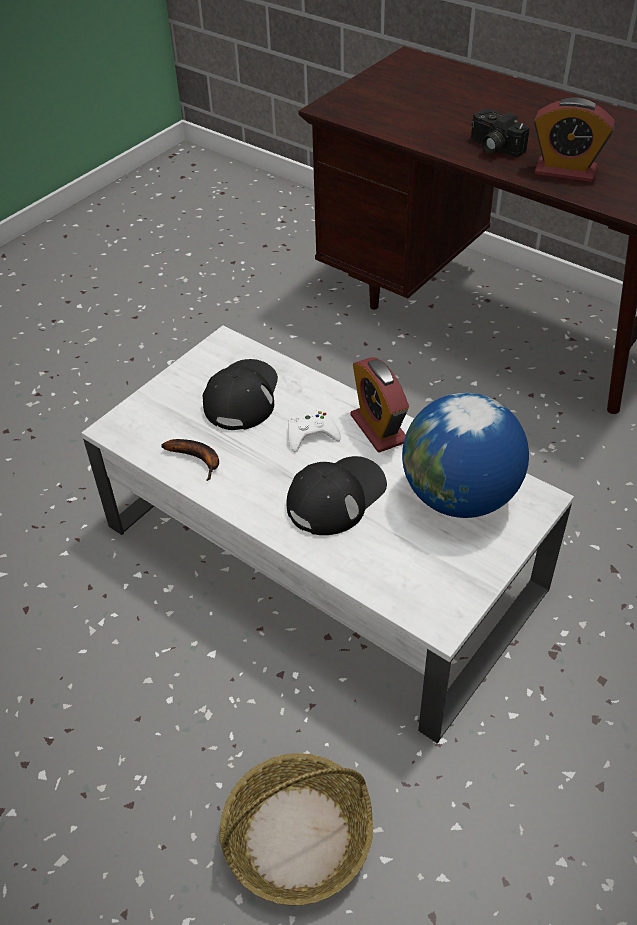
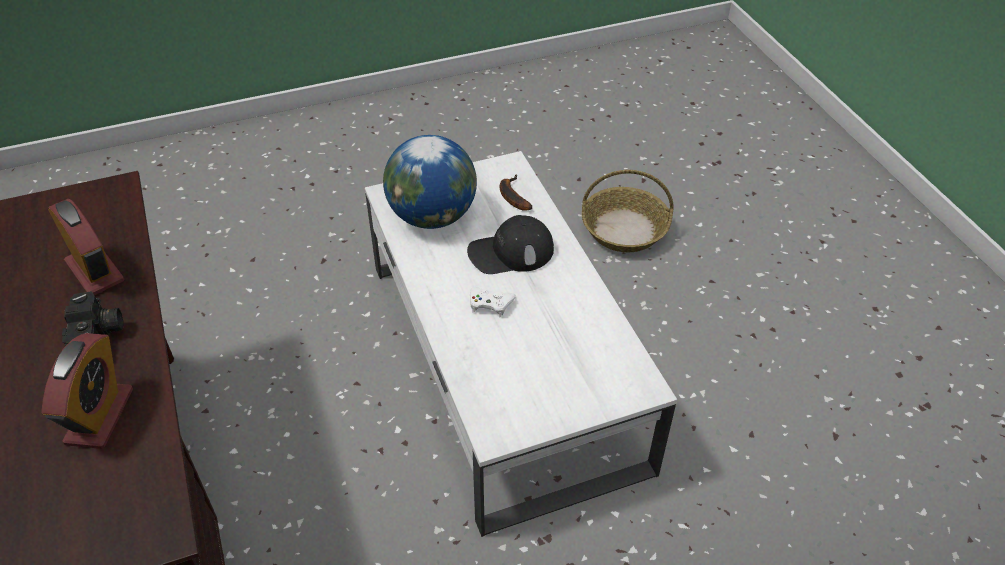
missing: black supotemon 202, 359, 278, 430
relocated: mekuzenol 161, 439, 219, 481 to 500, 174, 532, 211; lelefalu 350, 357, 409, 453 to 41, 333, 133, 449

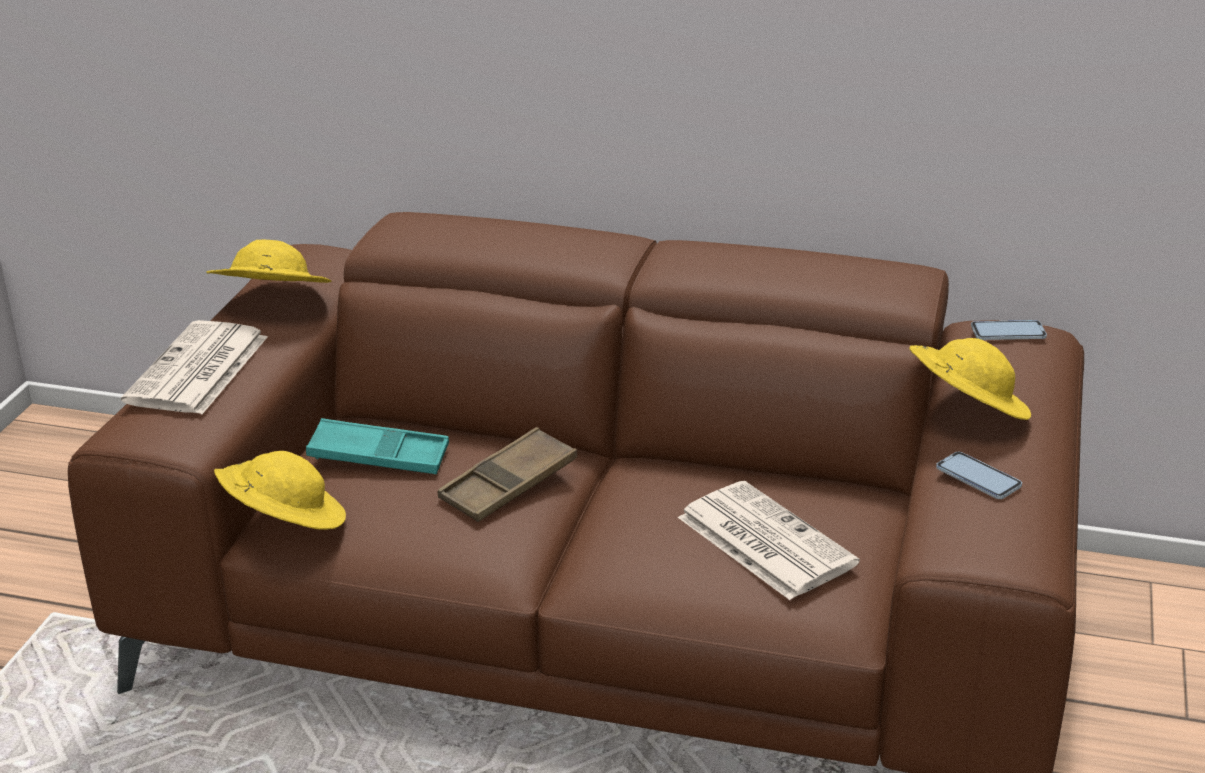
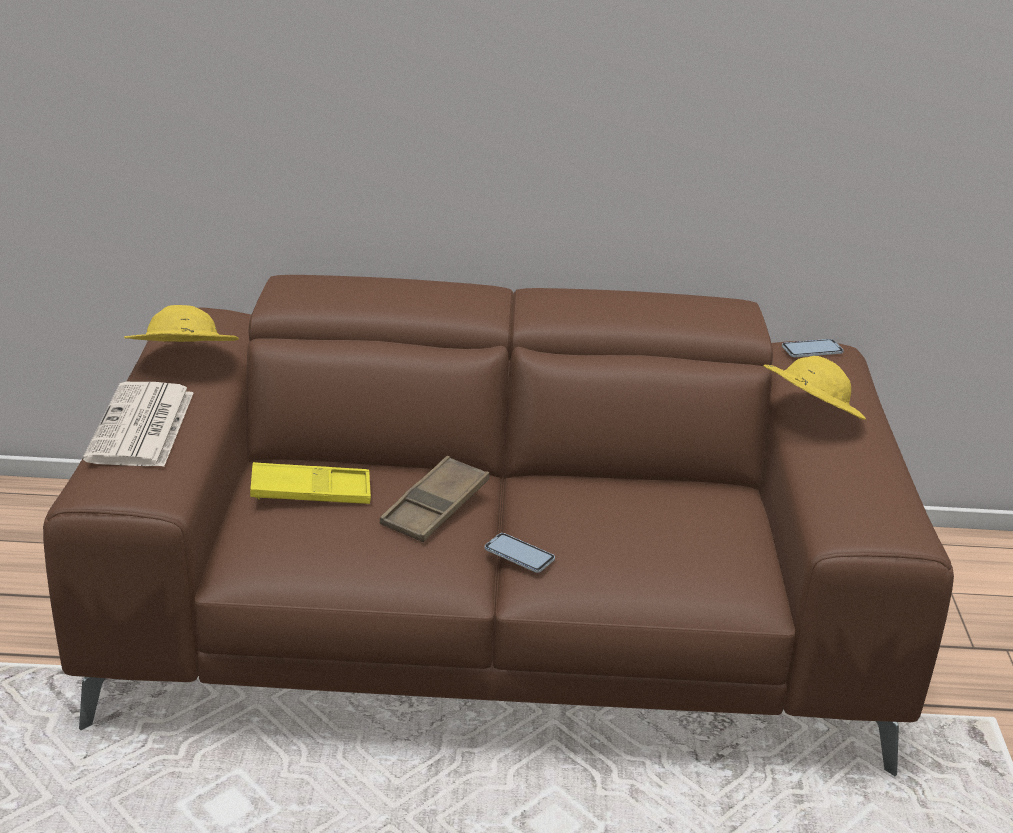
missing: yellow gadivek 214, 451, 346, 530; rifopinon 678, 481, 860, 600
relocated: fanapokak 936, 452, 1022, 499 to 485, 533, 555, 573
colour: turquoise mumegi 306, 418, 449, 474 to yellow mumegi 250, 462, 371, 504

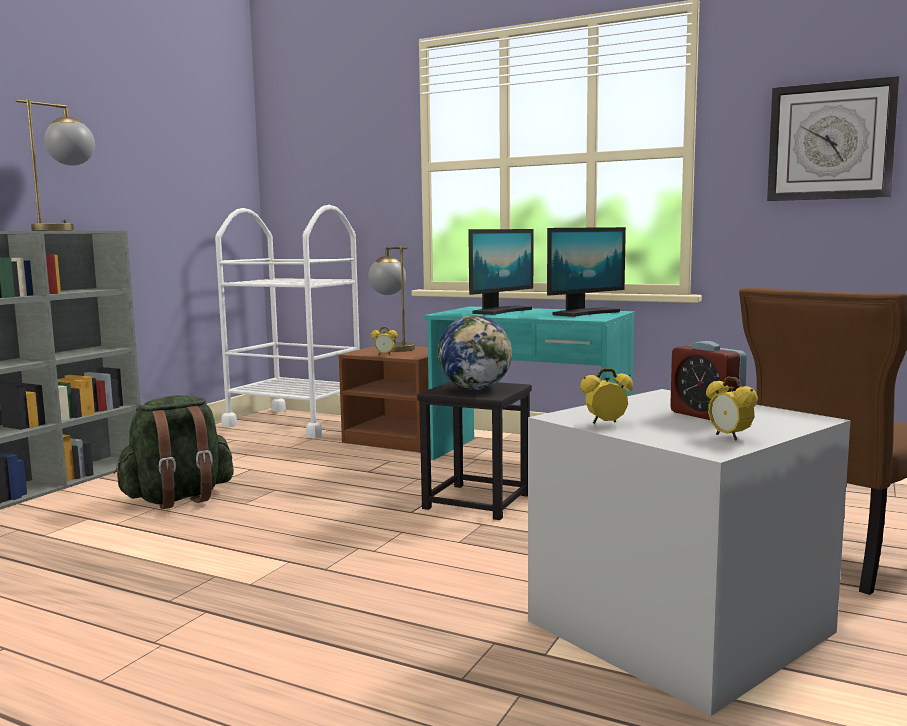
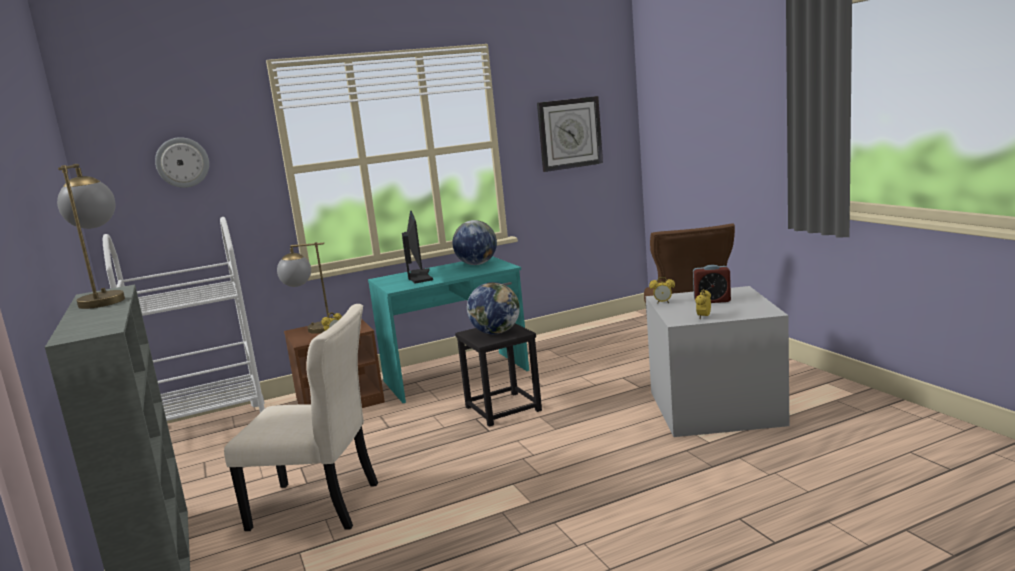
appeared: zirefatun 155, 137, 209, 188
relocated: lelefalu 706, 376, 758, 440 to 649, 277, 675, 304
exchanged: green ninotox 114, 395, 234, 509 to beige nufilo 224, 304, 378, 531; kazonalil 547, 227, 626, 317 to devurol 452, 220, 497, 265

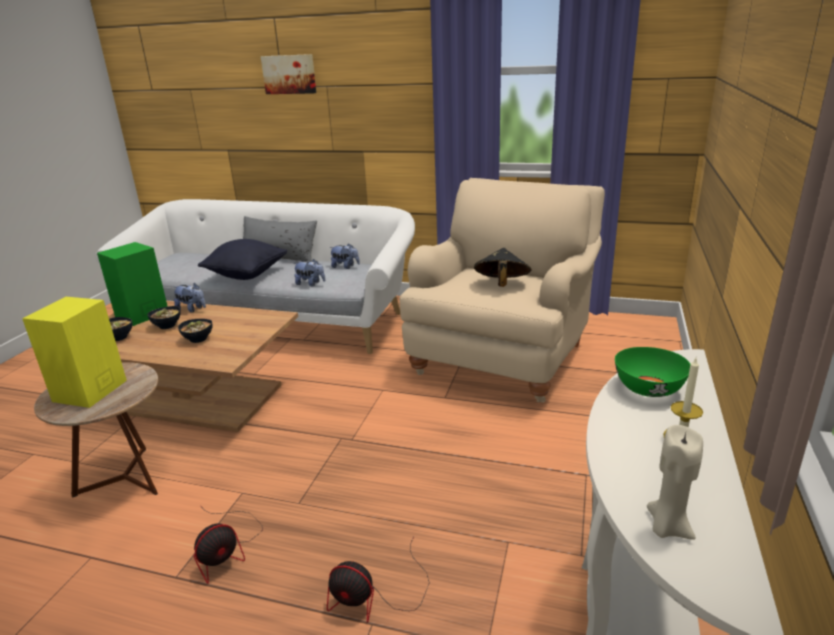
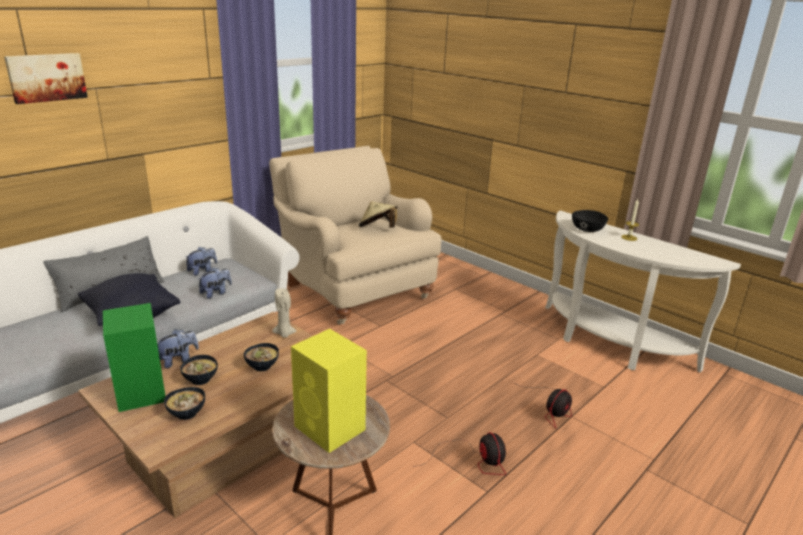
relocated: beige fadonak 647, 425, 703, 540 to 272, 289, 297, 338
colour: black gadivek 474, 248, 532, 287 to beige gadivek 359, 201, 398, 228; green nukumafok 615, 347, 690, 397 to black nukumafok 572, 210, 608, 232

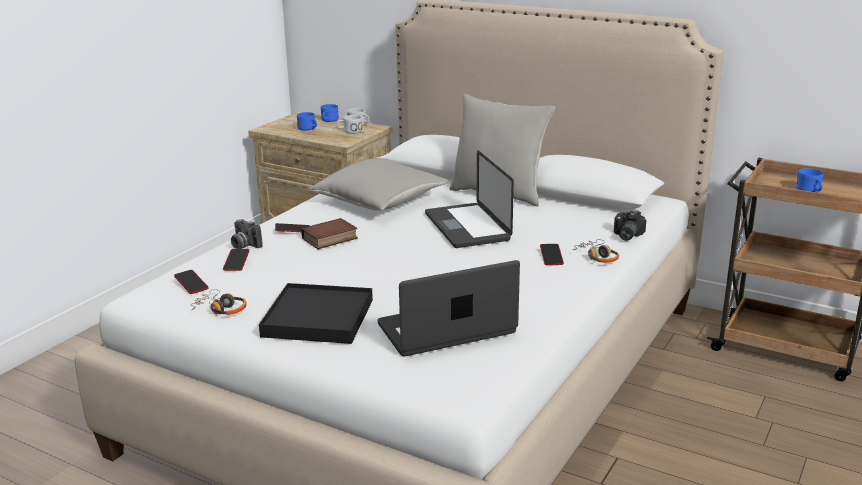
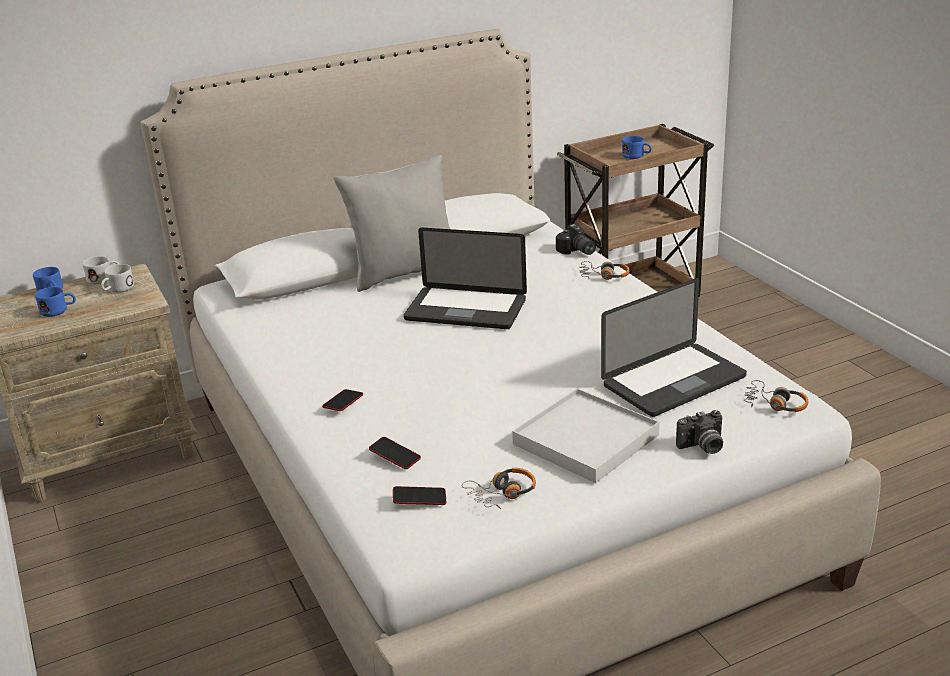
missing: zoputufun 301, 218, 358, 249; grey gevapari 309, 158, 449, 211; fanapokak 540, 244, 564, 265
appeared: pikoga 744, 380, 808, 412
relocated: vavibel 231, 219, 263, 249 to 676, 410, 723, 454
colour: black mumegi 259, 283, 373, 344 to white mumegi 512, 388, 660, 483
spun: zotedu 378, 260, 520, 356 = 601, 278, 747, 417 135 degrees counterclockwise

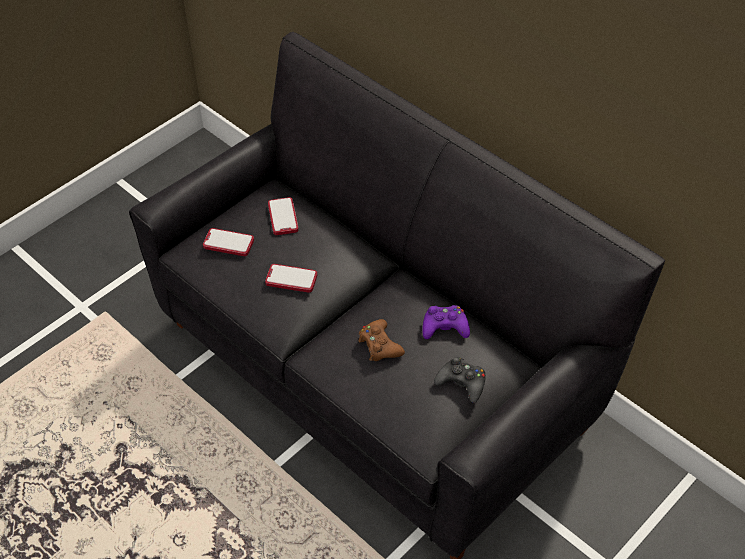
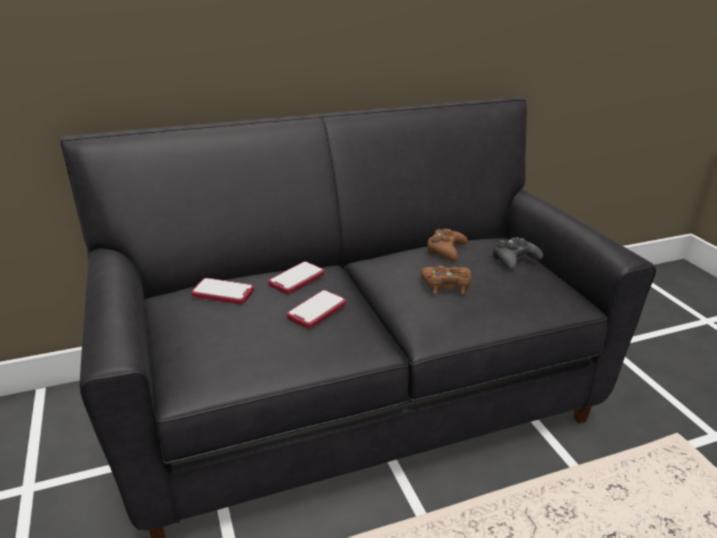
relocated: fanapokak 203, 228, 254, 256 to 268, 262, 324, 294
colour: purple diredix 423, 305, 470, 339 to brown diredix 426, 229, 468, 261

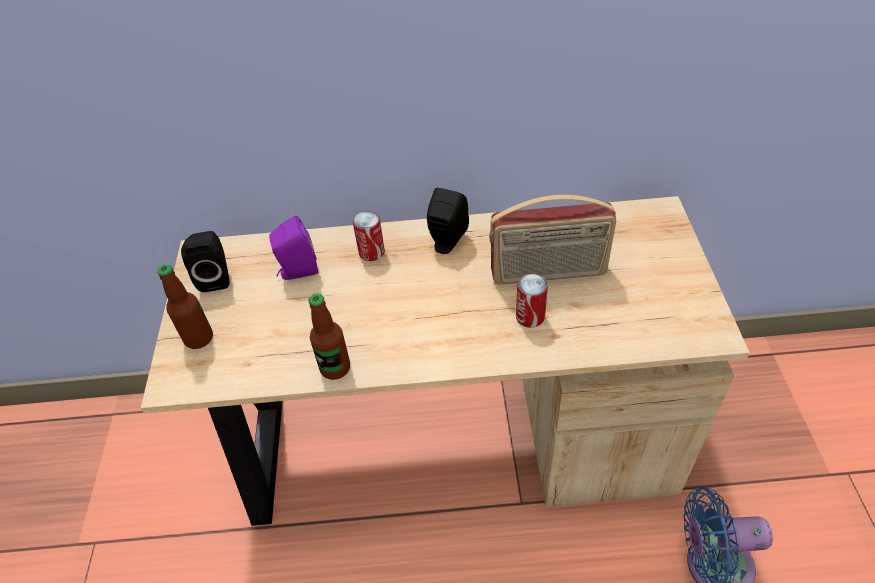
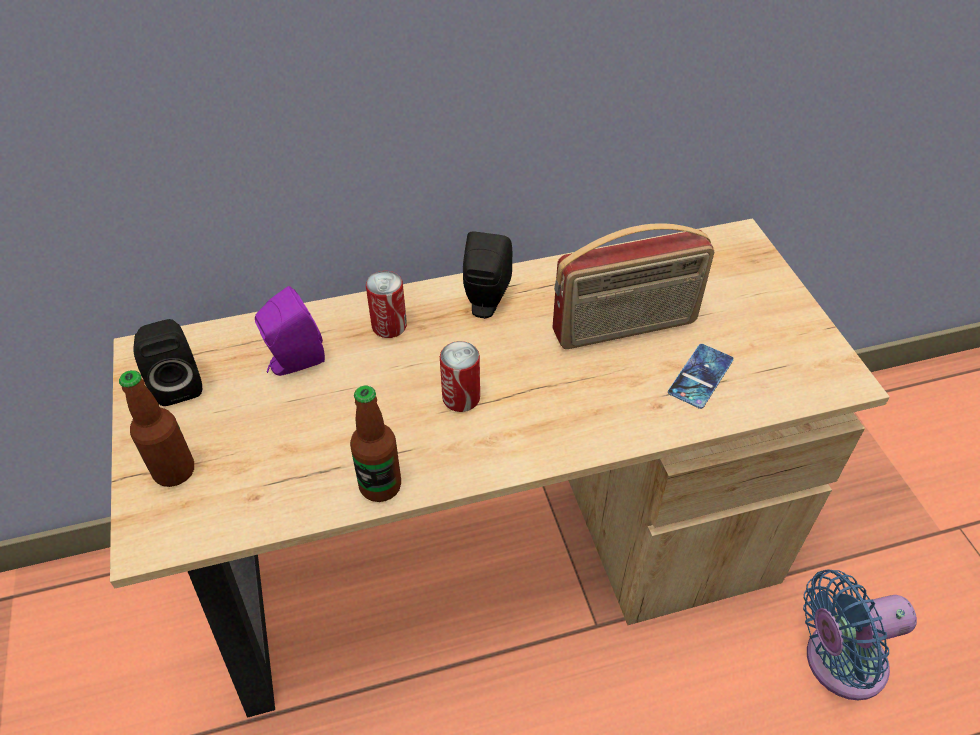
appeared: fanapokak 668, 344, 734, 409
relocated: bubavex 516, 274, 548, 328 to 440, 341, 480, 412

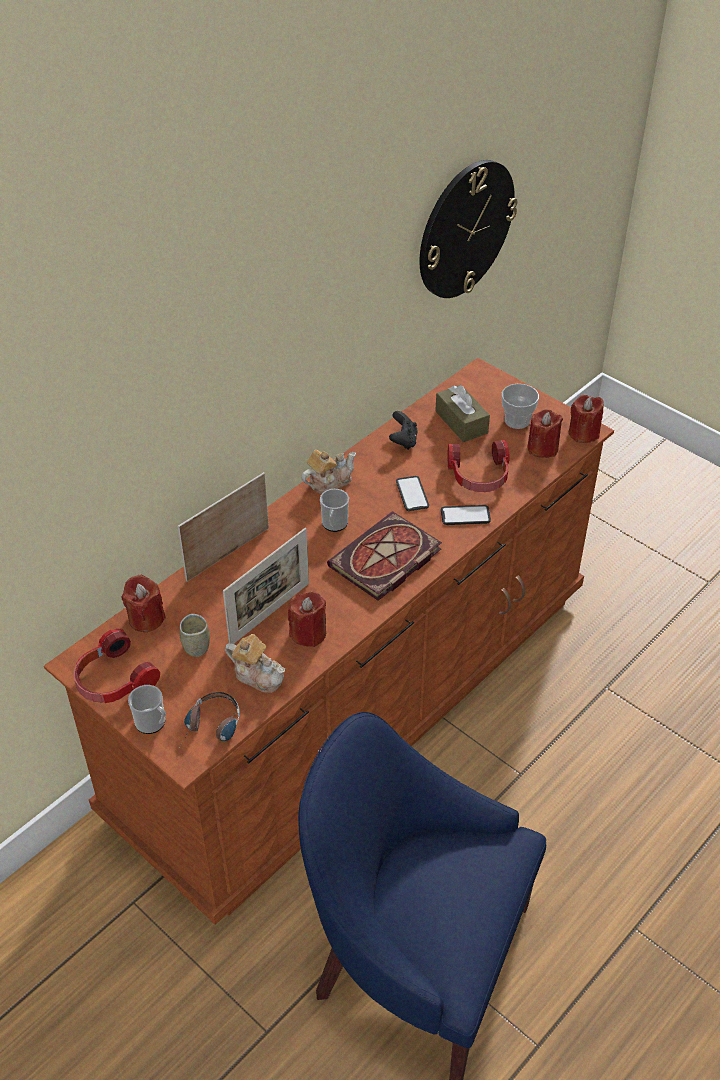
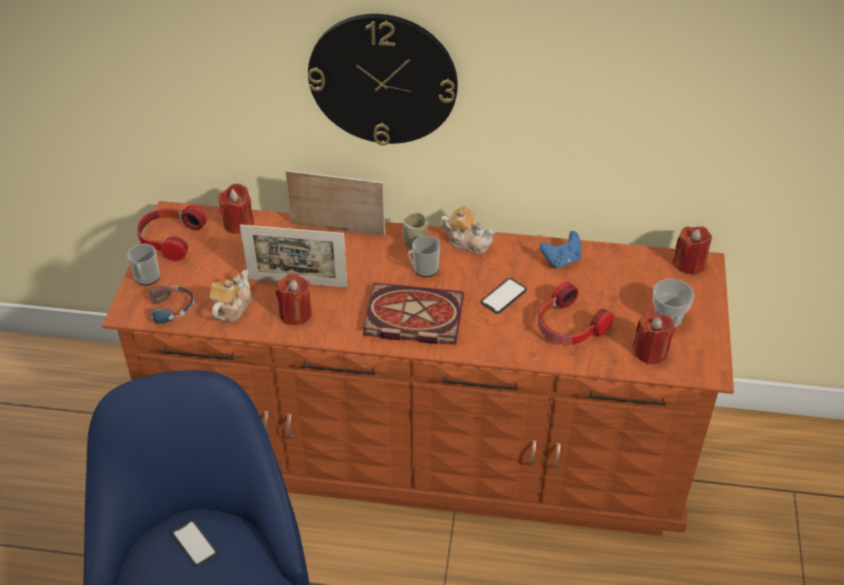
missing: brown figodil 435, 385, 490, 442
relocated: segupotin 179, 614, 210, 657 to 402, 213, 428, 249; zirefatun 420, 160, 518, 298 to 308, 14, 458, 145; fanapokak 441, 505, 491, 525 to 172, 520, 217, 566; red fadonak 569, 395, 604, 443 to 672, 226, 712, 275
colour: black diredix 389, 411, 418, 450 to blue diredix 540, 231, 581, 268
spun: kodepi 225, 634, 285, 693 = 210, 269, 252, 323 150 degrees counterclockwise

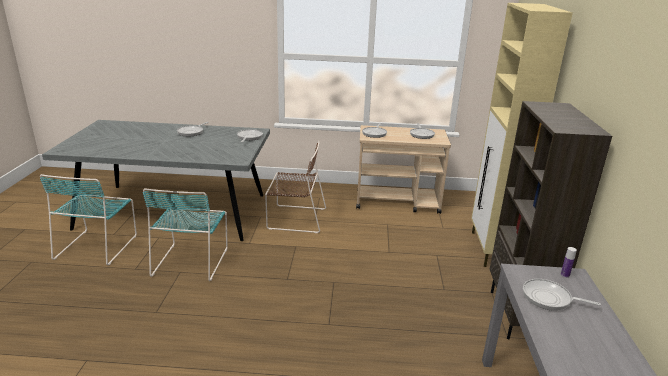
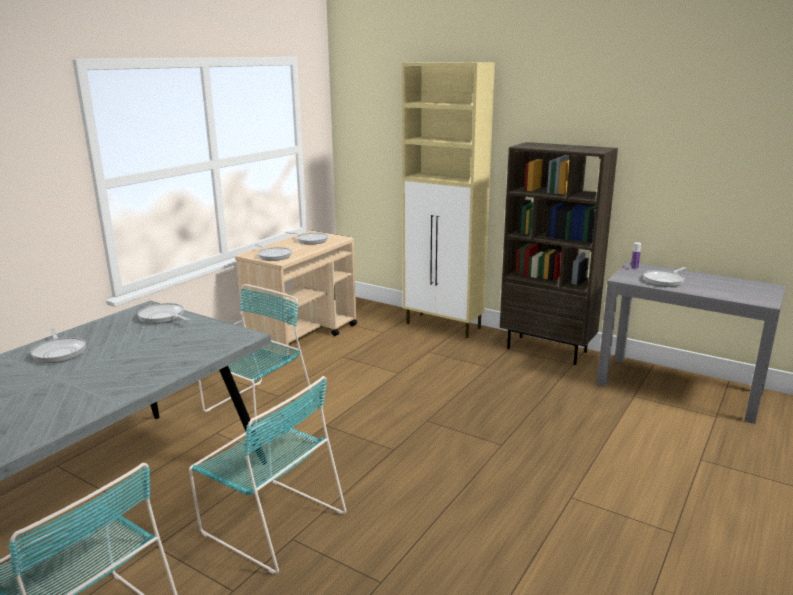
colour: brown nufilo 265, 141, 326, 233 to turquoise nufilo 198, 284, 314, 431

